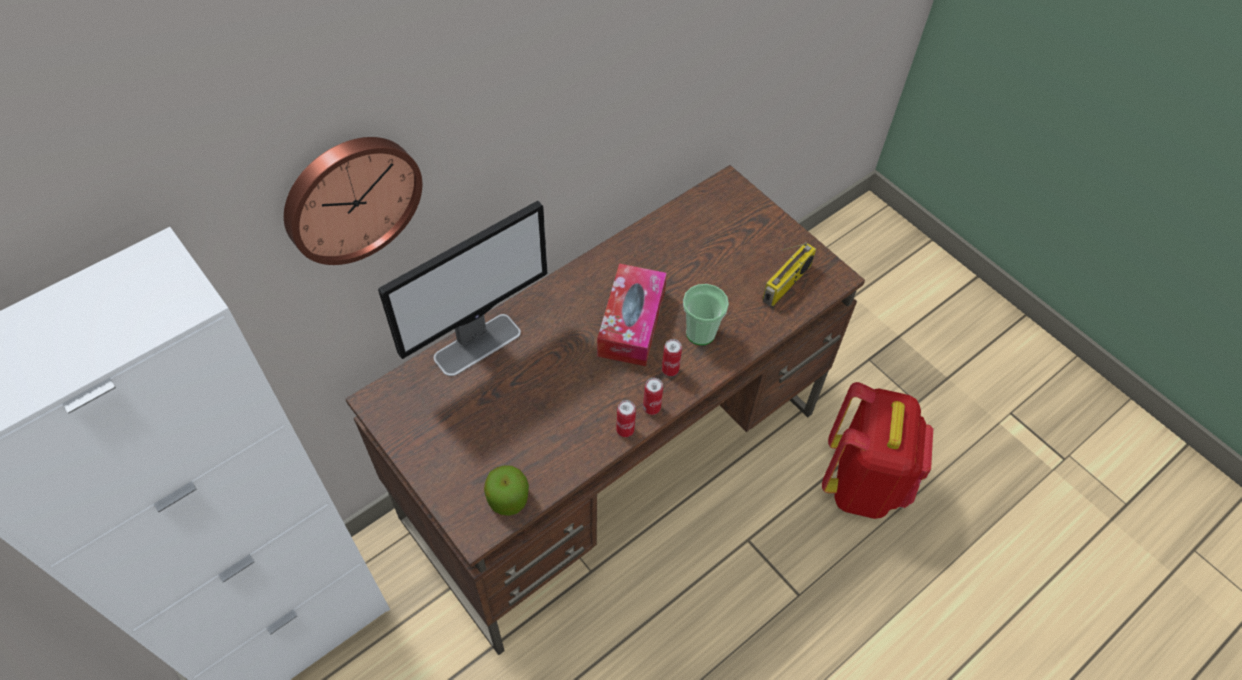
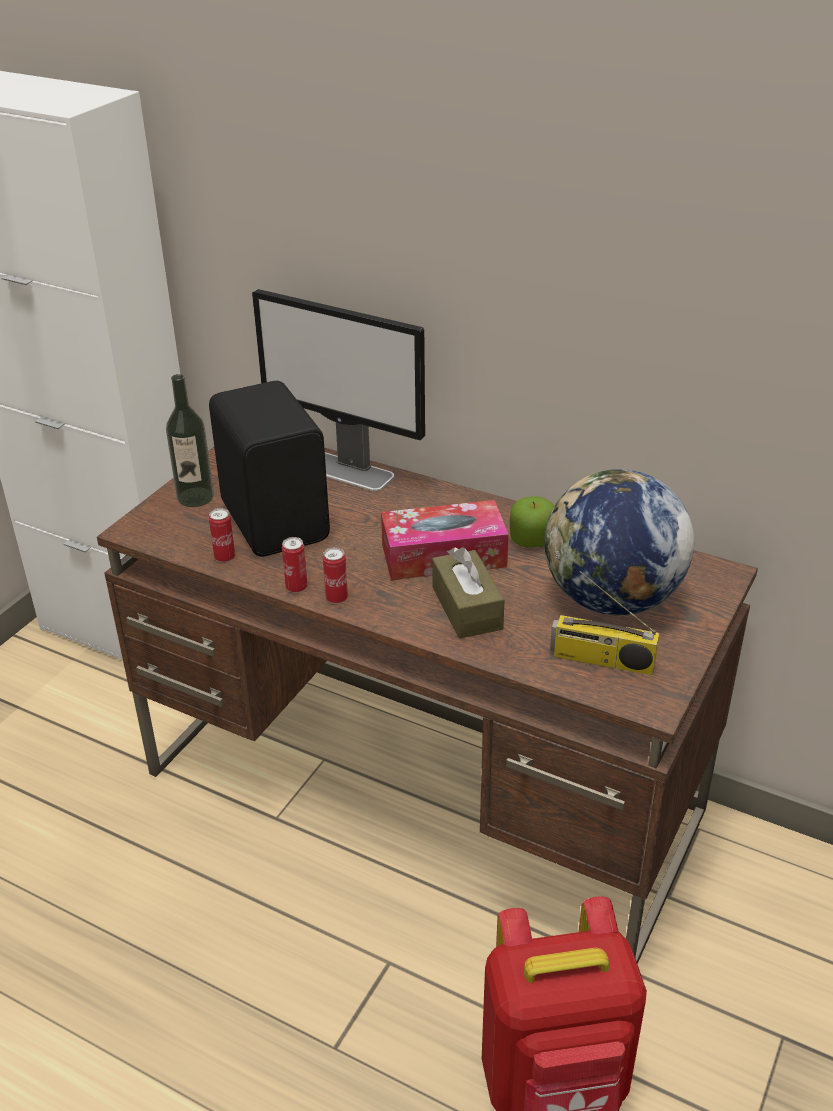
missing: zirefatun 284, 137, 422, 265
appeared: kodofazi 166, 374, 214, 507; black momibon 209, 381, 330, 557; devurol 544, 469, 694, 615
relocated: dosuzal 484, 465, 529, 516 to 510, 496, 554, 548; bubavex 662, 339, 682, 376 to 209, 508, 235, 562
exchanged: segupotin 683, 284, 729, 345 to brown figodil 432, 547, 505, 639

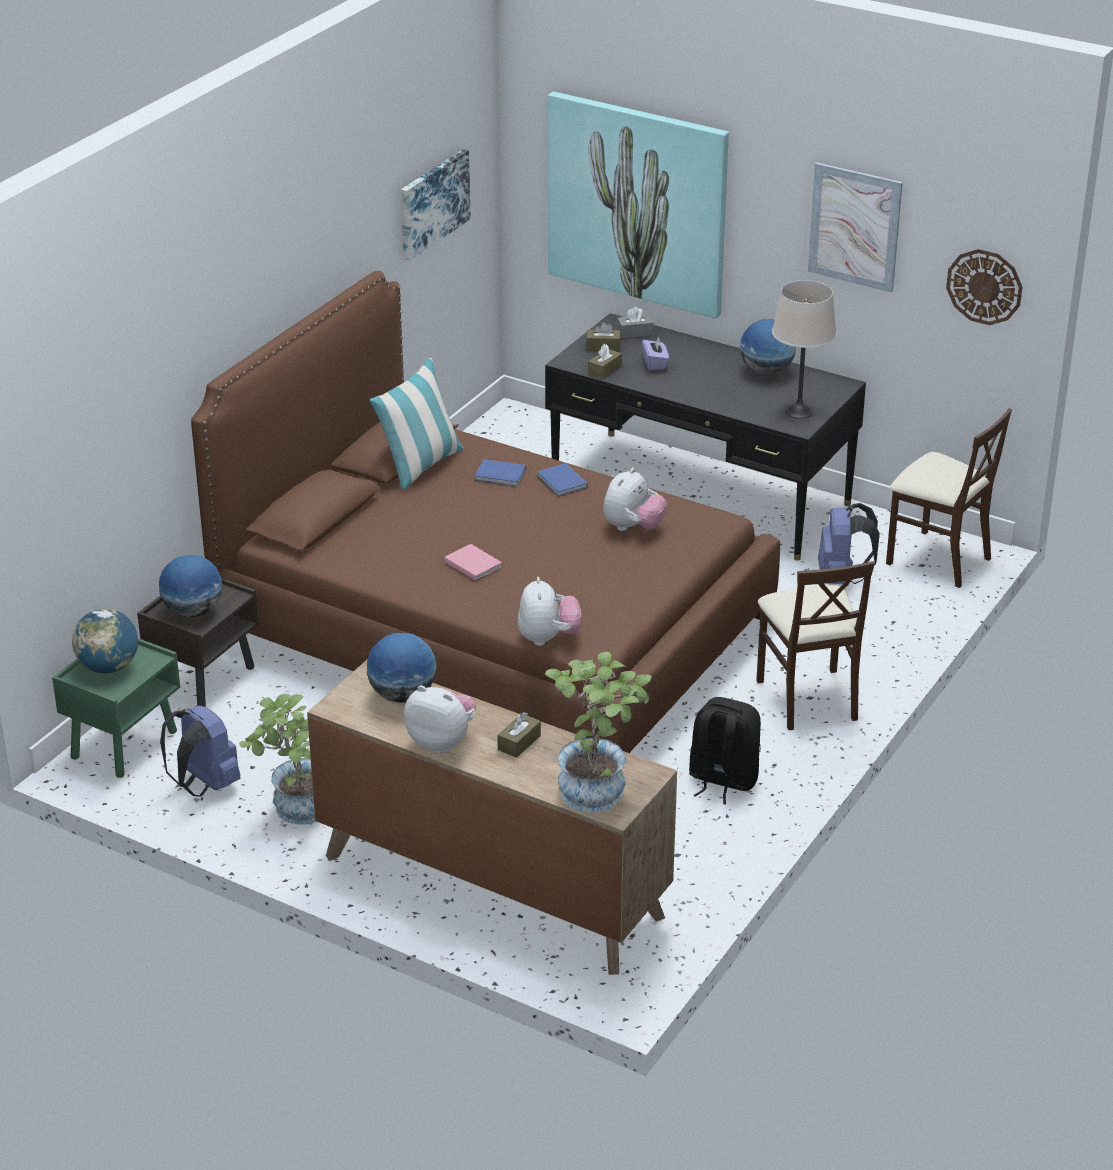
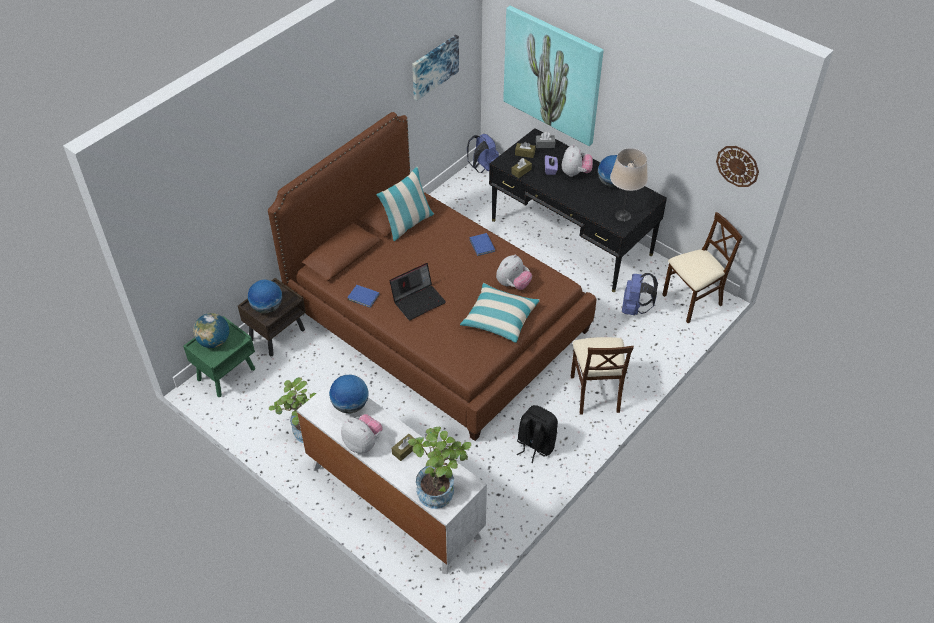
missing: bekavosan 808, 162, 903, 293
appeared: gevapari 460, 283, 540, 343
relocated: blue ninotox 160, 706, 240, 796 to 467, 134, 499, 173; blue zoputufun 475, 459, 526, 486 to 347, 285, 379, 308; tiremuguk 518, 577, 582, 646 to 562, 144, 593, 177
exchanged: pink zoputufun 444, 544, 502, 581 to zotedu 389, 263, 446, 320
colour: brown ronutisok 307, 660, 677, 975 to white ronutisok 297, 376, 487, 574
spun: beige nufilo 886, 408, 1012, 588 = 662, 212, 743, 323 75 degrees counterclockwise

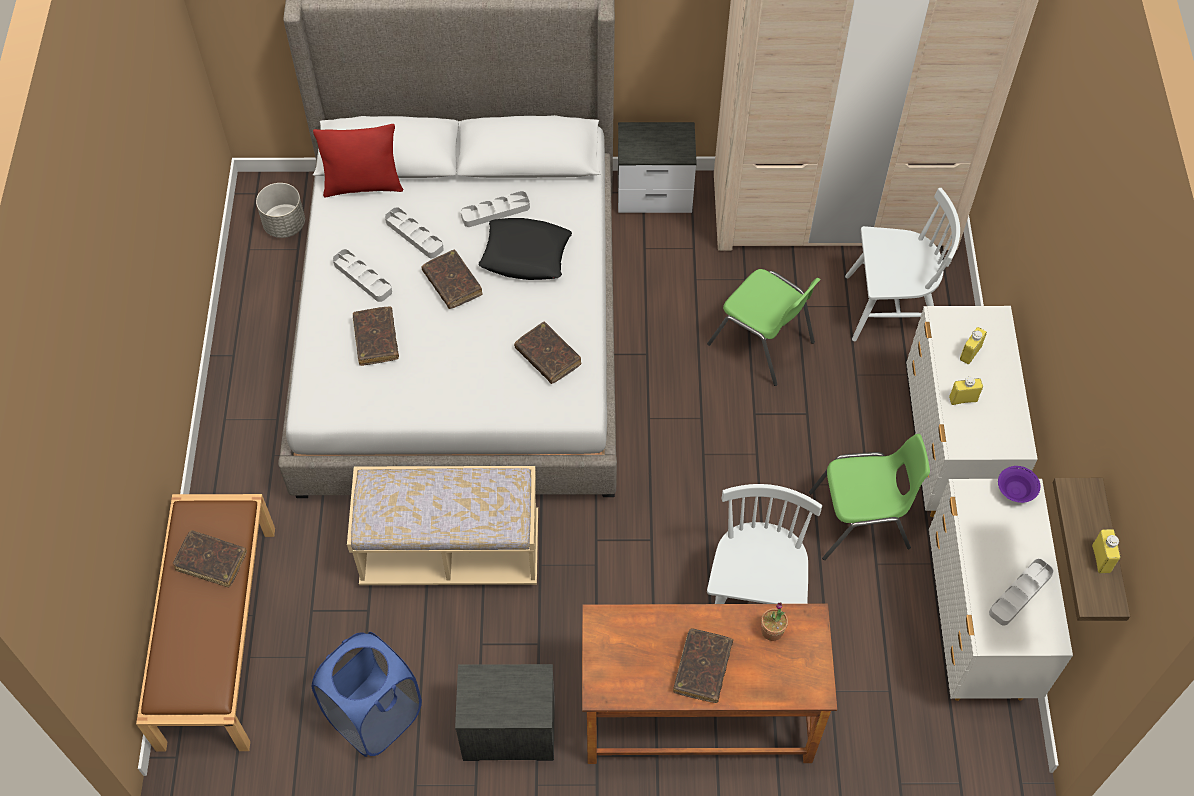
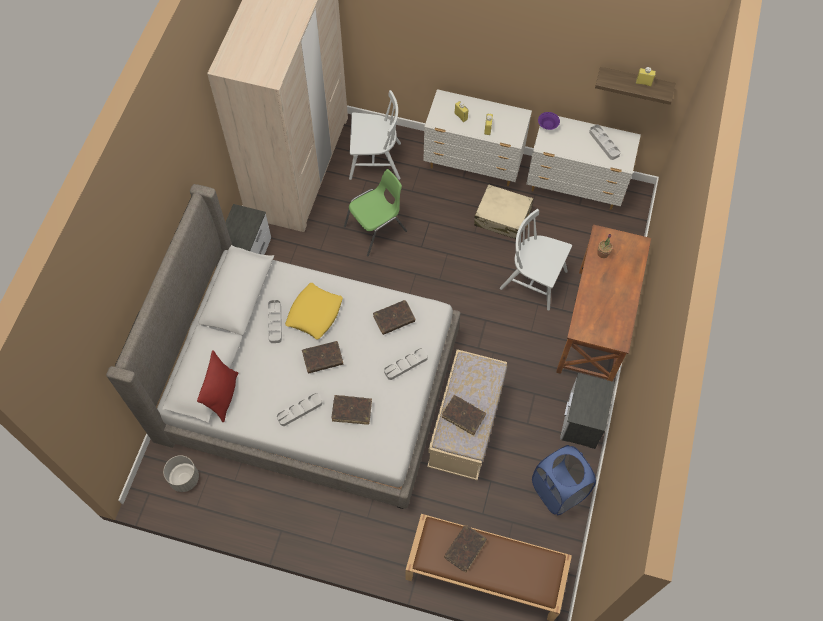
relocated: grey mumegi 385, 207, 444, 258 to 384, 348, 428, 380; brown zoputufun 673, 628, 733, 703 to 442, 395, 486, 435
exchanged: green nufilo 809, 434, 930, 560 to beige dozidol 474, 184, 533, 239
colour: black gevapari 479, 218, 572, 280 to yellow gevapari 285, 283, 343, 340
spun: white nufilo 845, 188, 960, 341 = 349, 90, 401, 180 75 degrees clockwise

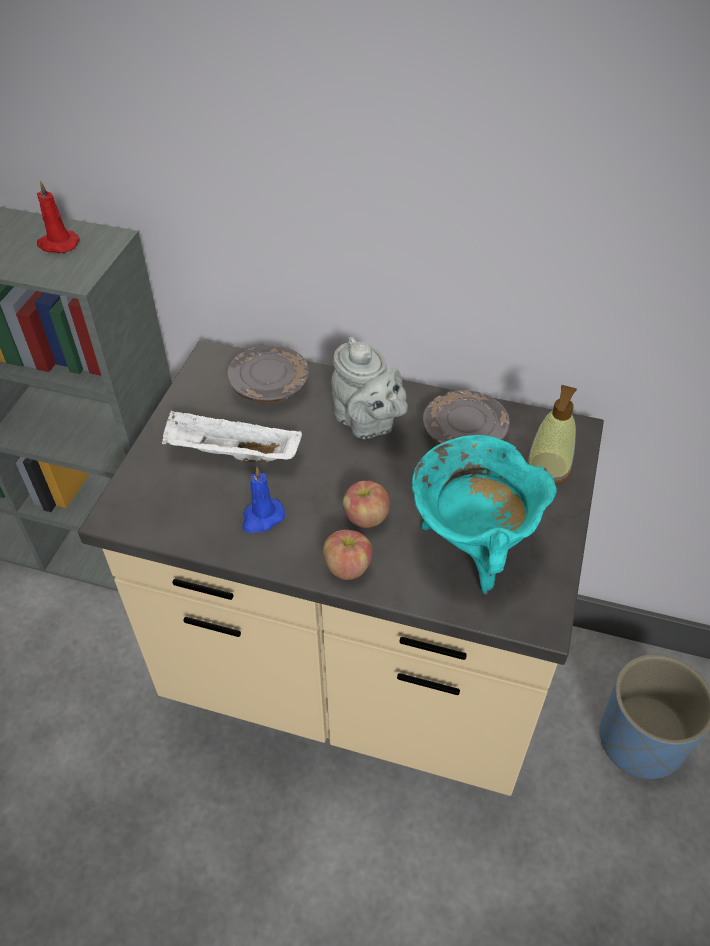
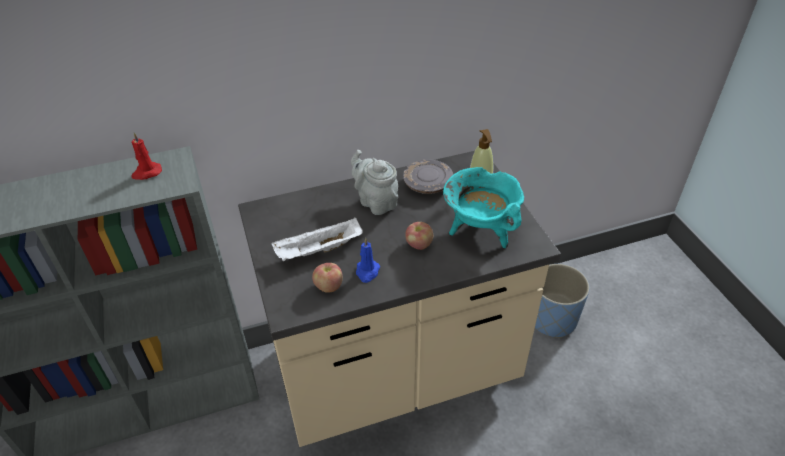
missing: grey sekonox 227, 345, 309, 404
relocated: dosuzal 323, 530, 373, 580 to 312, 263, 343, 293
spun: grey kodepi 331, 337, 408, 439 = 351, 150, 399, 215 150 degrees counterclockwise

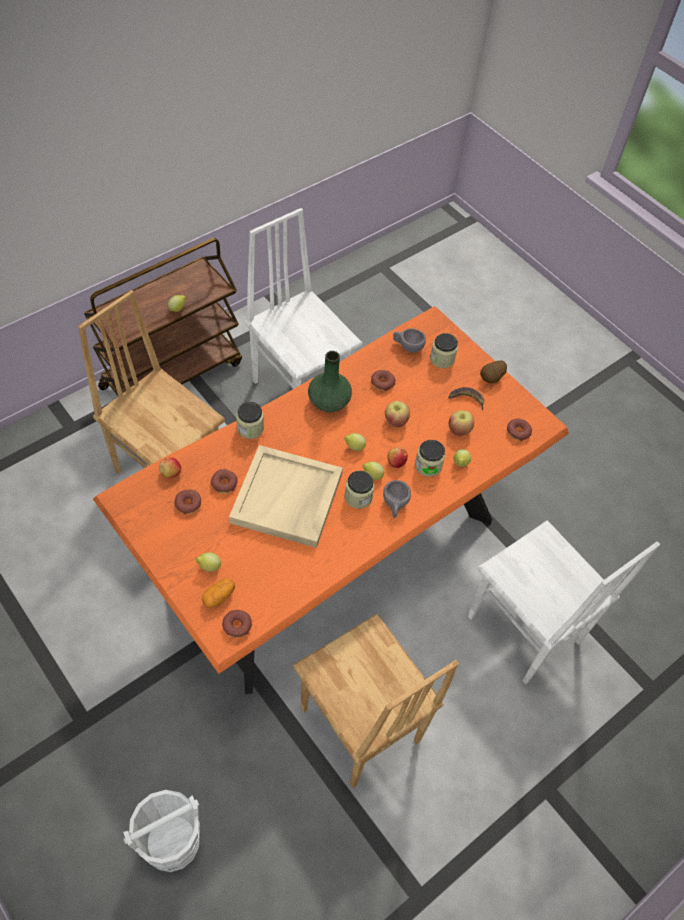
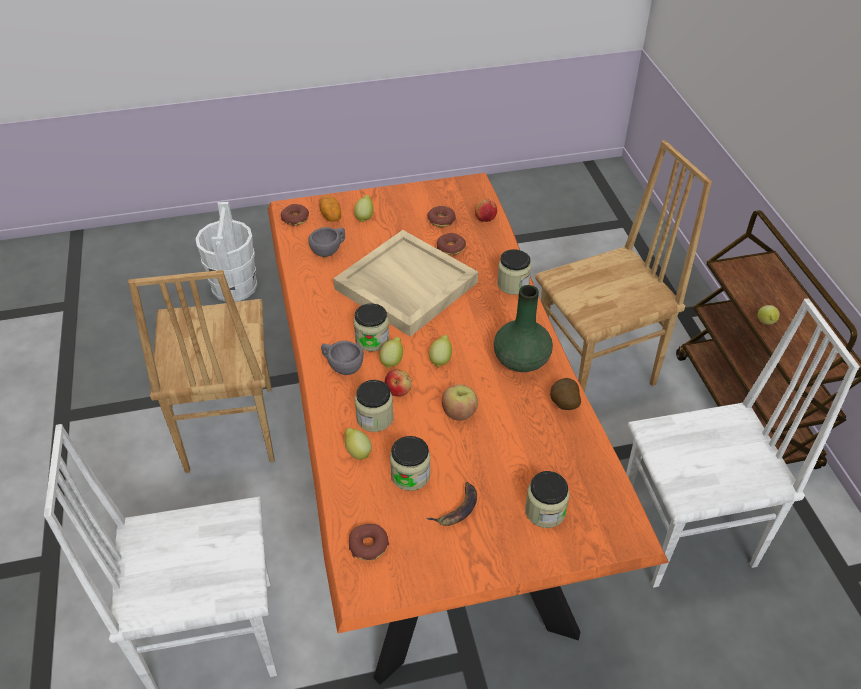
missing: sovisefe 371, 370, 395, 391
relocated: grey segupotin 393, 328, 426, 353 to 308, 227, 345, 257; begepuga 480, 360, 507, 384 to 550, 378, 581, 410
exchanged: dosuzal 449, 410, 474, 436 to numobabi 390, 436, 430, 491
spun: brown nufilo 293, 614, 459, 788 = 128, 270, 275, 473 90 degrees counterclockwise

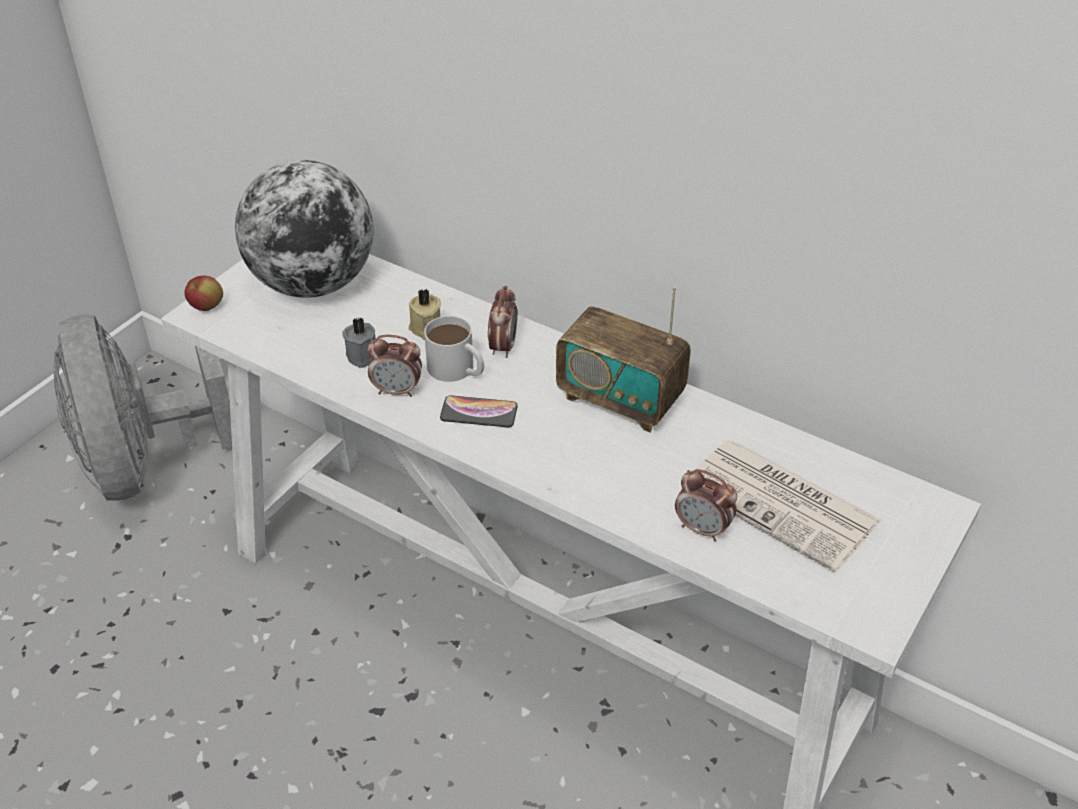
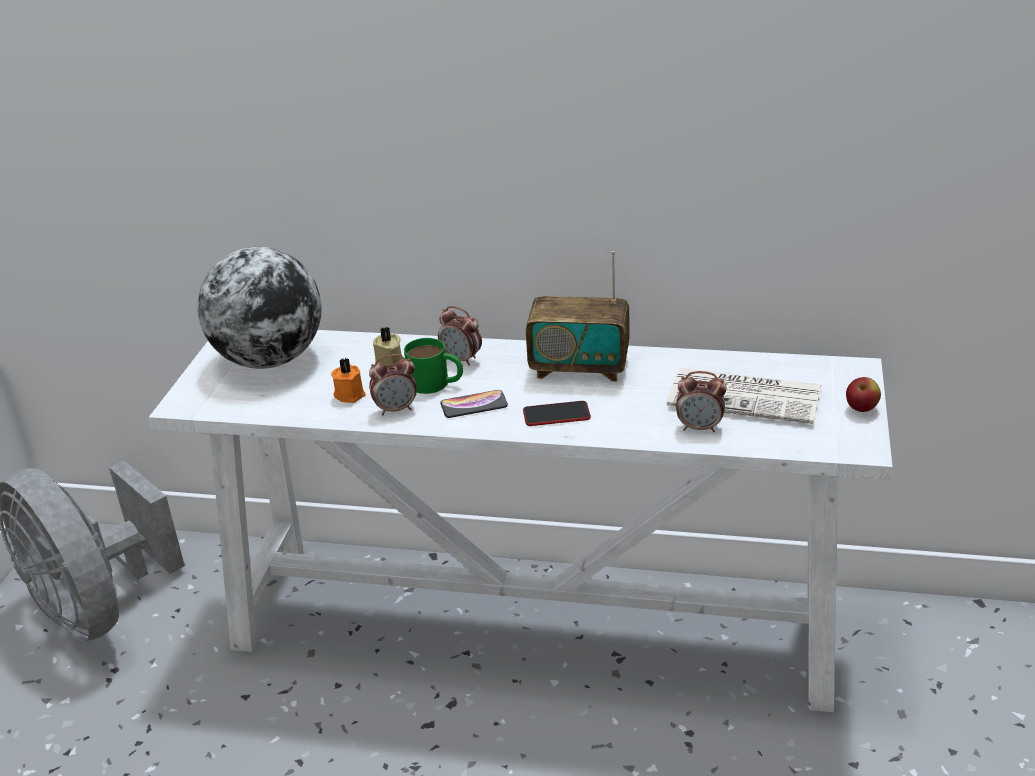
appeared: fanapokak 523, 401, 591, 426
relocated: dosuzal 184, 276, 223, 311 to 846, 377, 881, 412
colour: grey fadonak 342, 317, 376, 368 to orange fadonak 331, 358, 366, 403; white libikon 424, 316, 484, 382 to green libikon 404, 338, 463, 394
spun: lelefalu 488, 286, 517, 358 = 438, 306, 482, 366 135 degrees clockwise

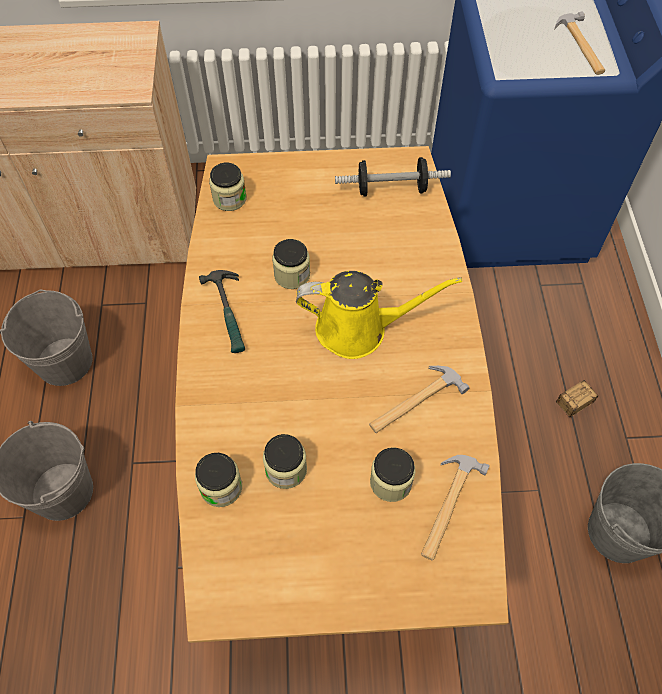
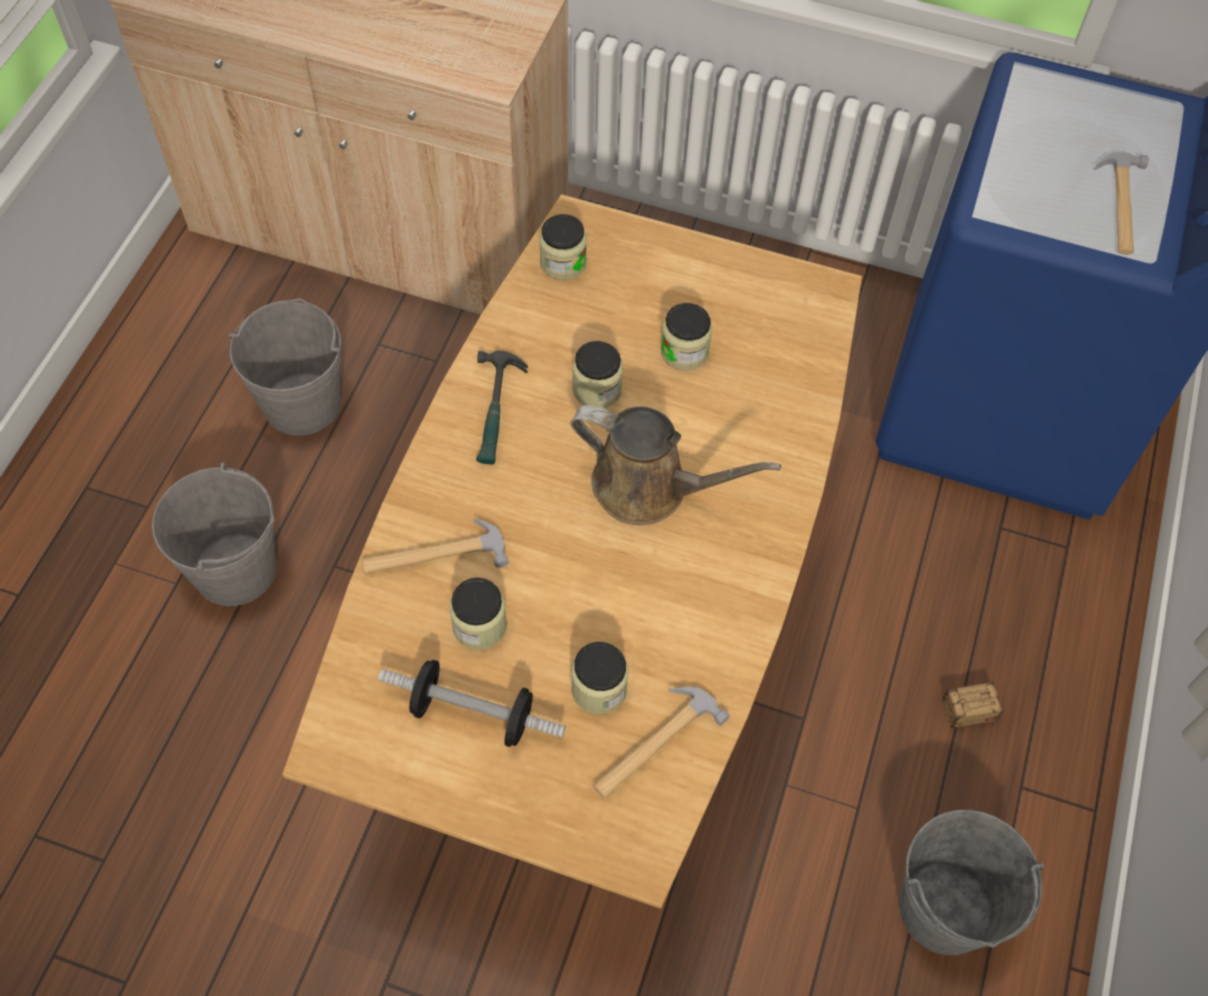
relocated: numobabi 195, 453, 242, 507 to 661, 303, 712, 370; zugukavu 335, 157, 451, 197 to 378, 660, 566, 747; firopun 369, 366, 469, 433 to 362, 518, 509, 574
colour: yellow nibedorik 296, 271, 462, 359 to brown nibedorik 571, 405, 781, 525

